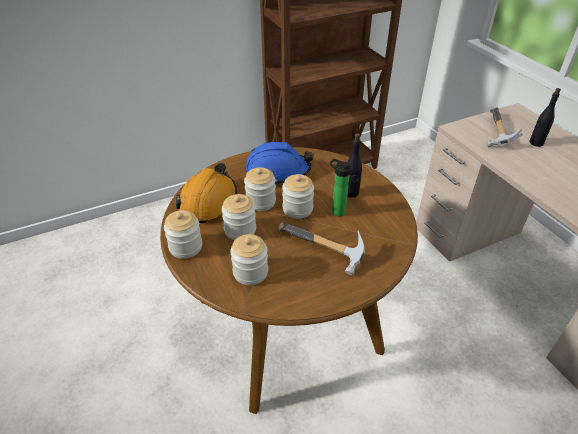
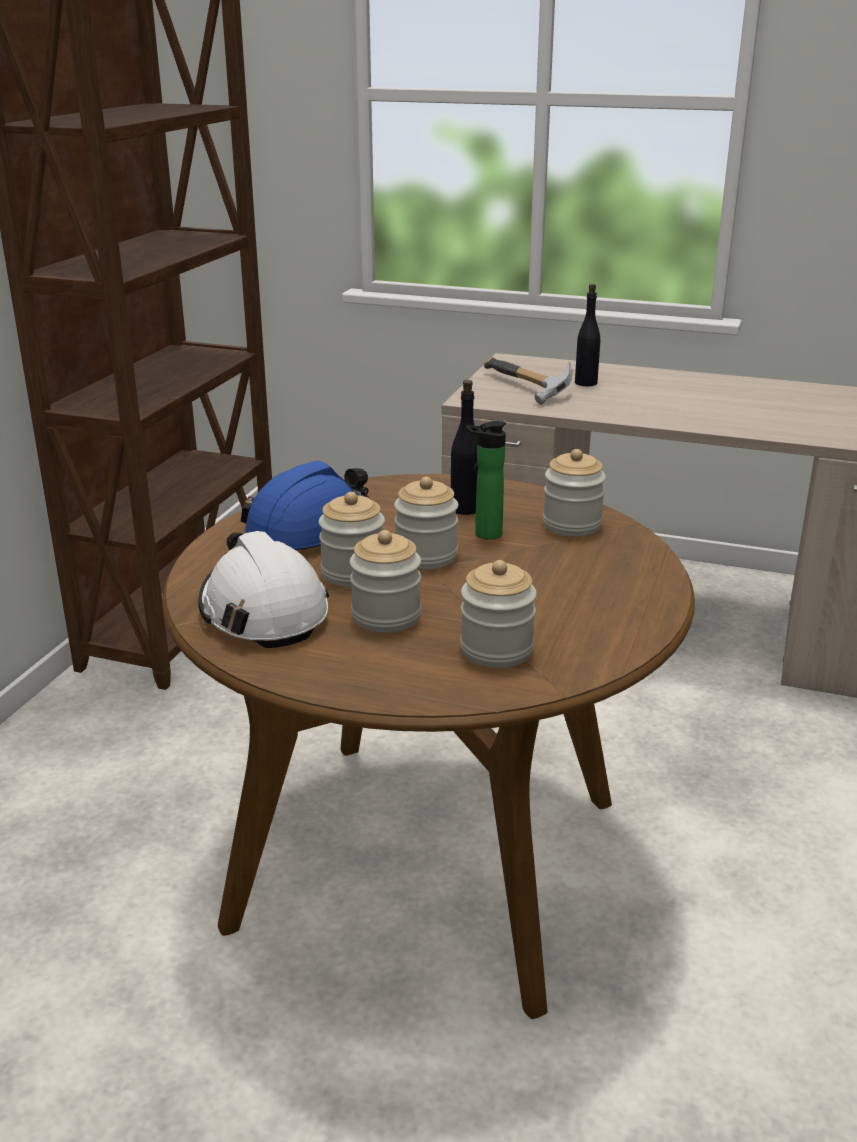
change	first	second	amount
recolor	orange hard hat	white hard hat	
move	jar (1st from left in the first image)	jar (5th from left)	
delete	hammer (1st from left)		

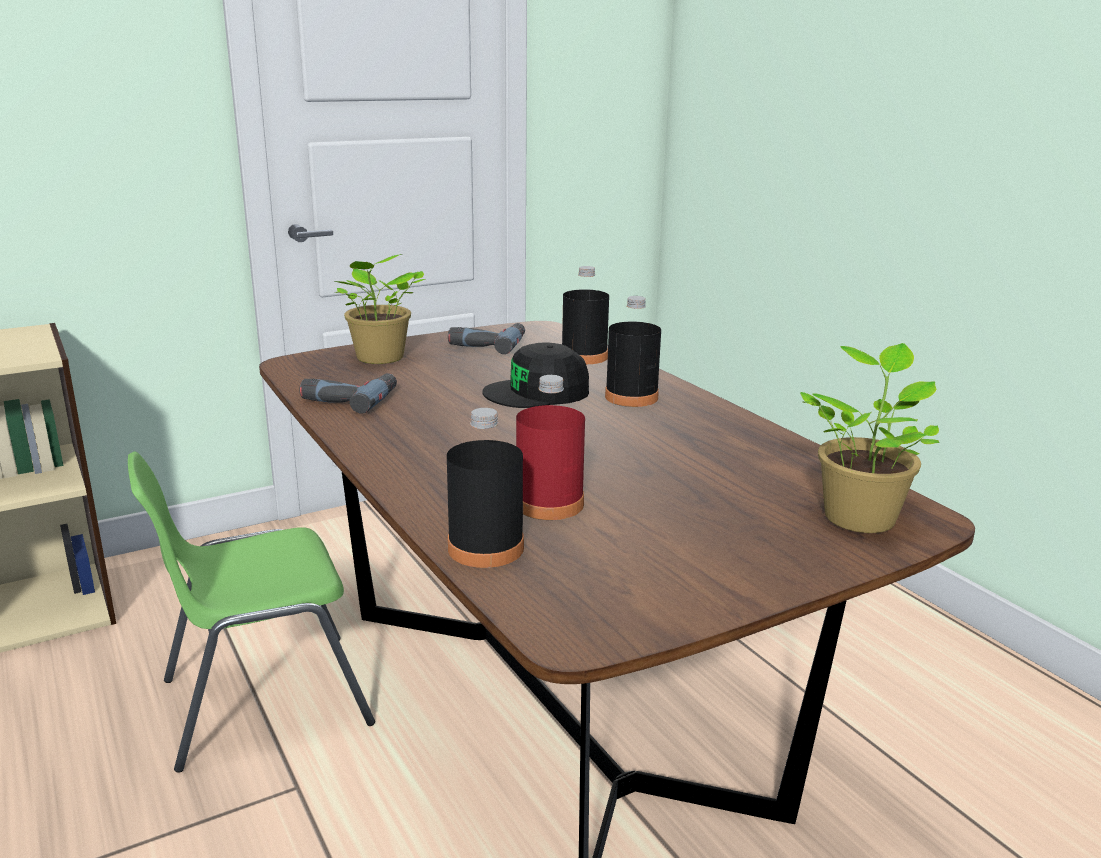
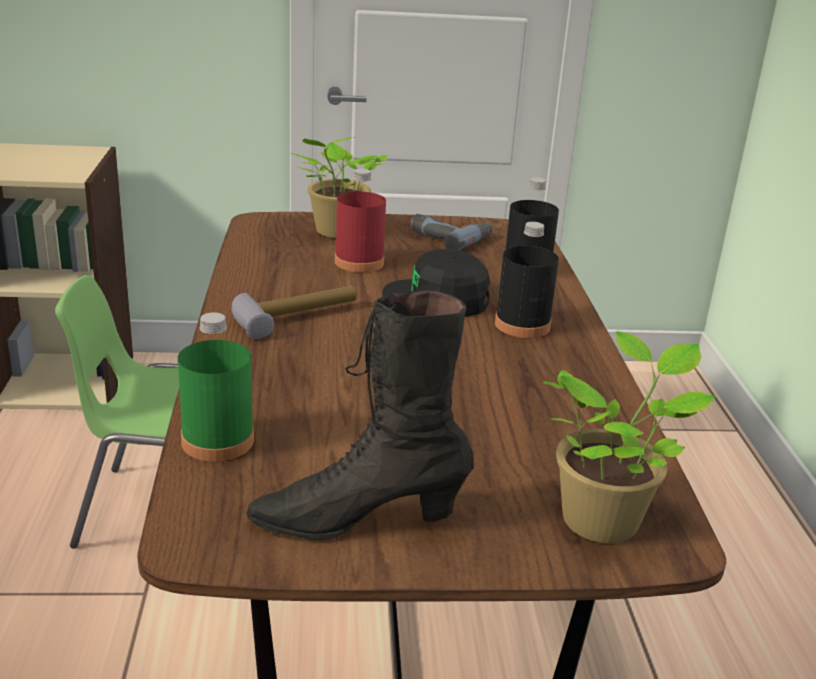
change	first	second	amount
recolor	black bottle (1st from left)	green bottle	
insert		hammer	
insert		black boot	
move	red bottle		
delete	power drill (1st from left)		

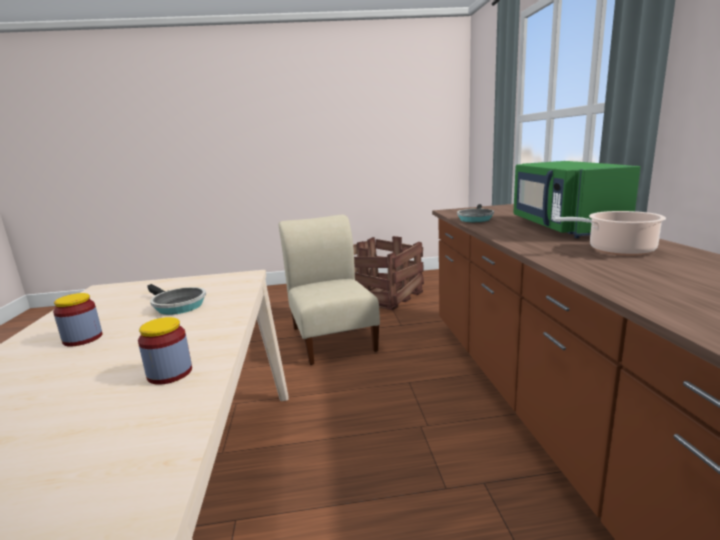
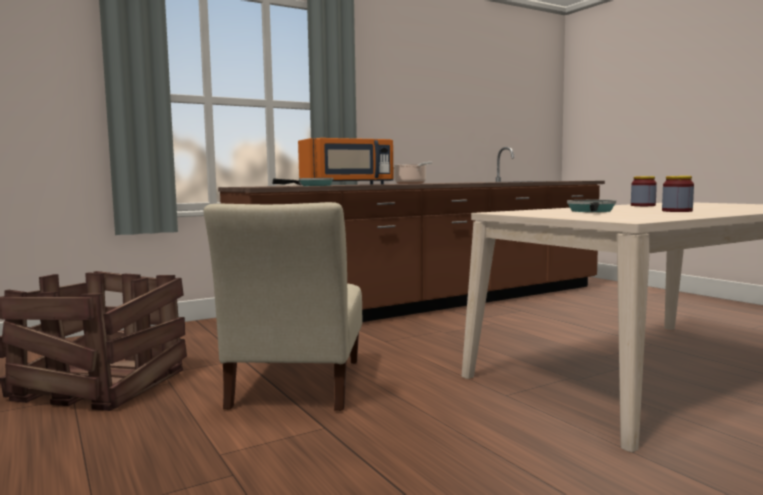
change	first	second	amount
rotate	beige chair		45 degrees counterclockwise
recolor	green microwave	orange microwave	

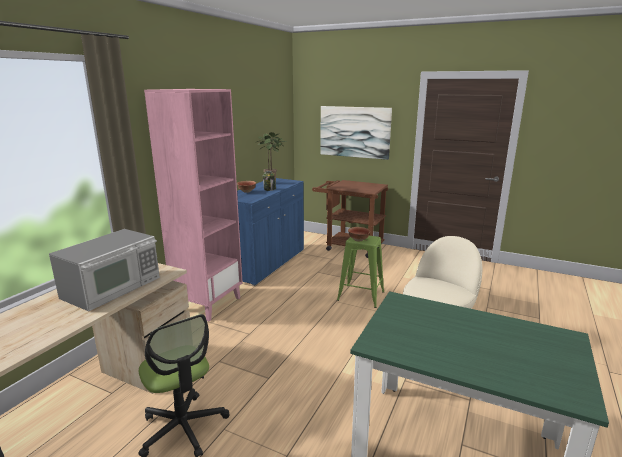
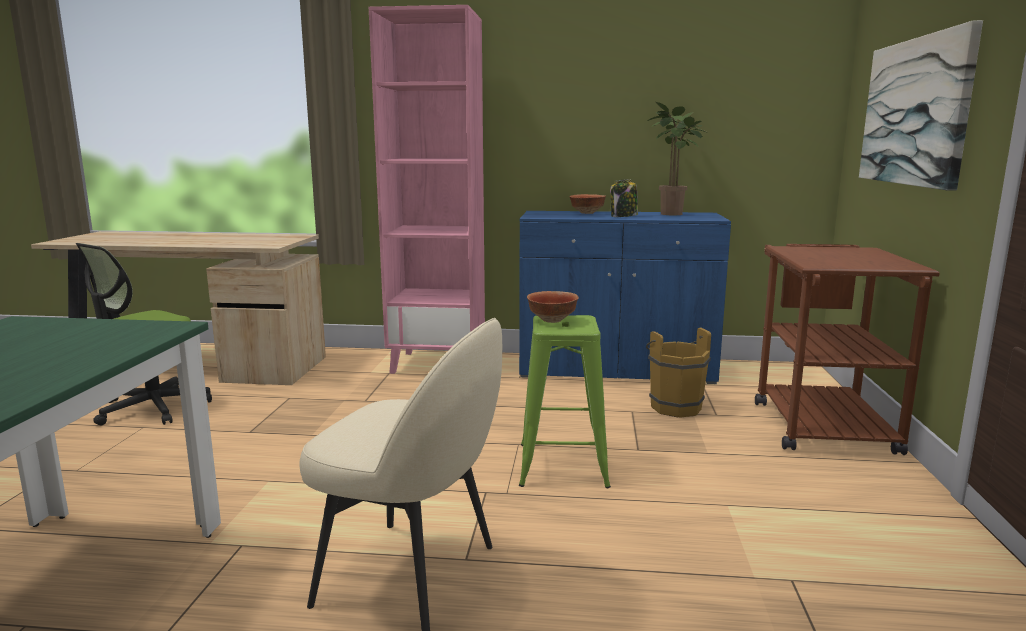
change	first	second	amount
insert		brown bucket	
delete	microwave		

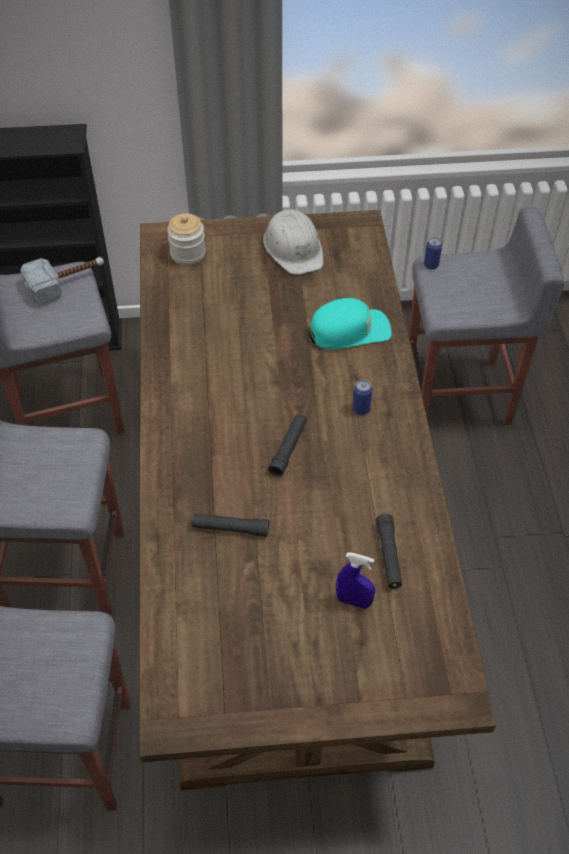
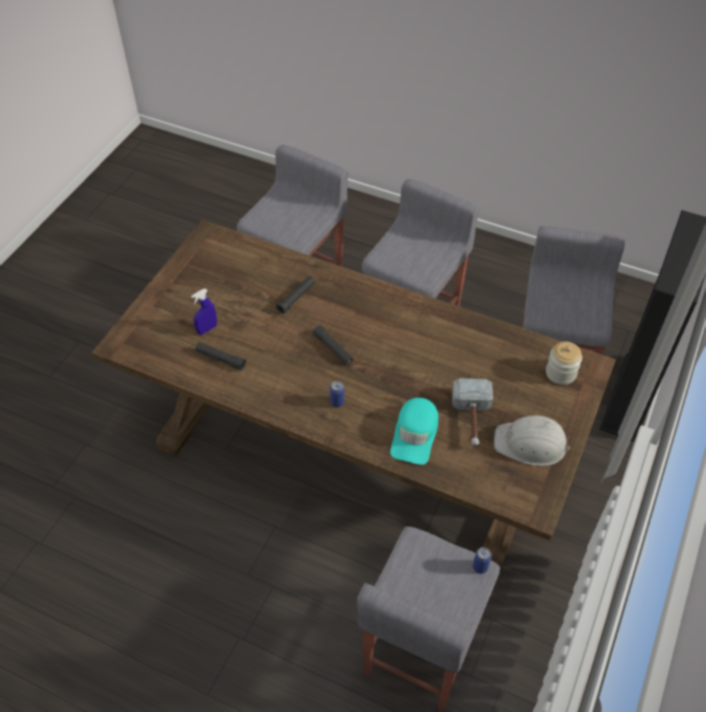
change	first	second	amount
move	hammer		

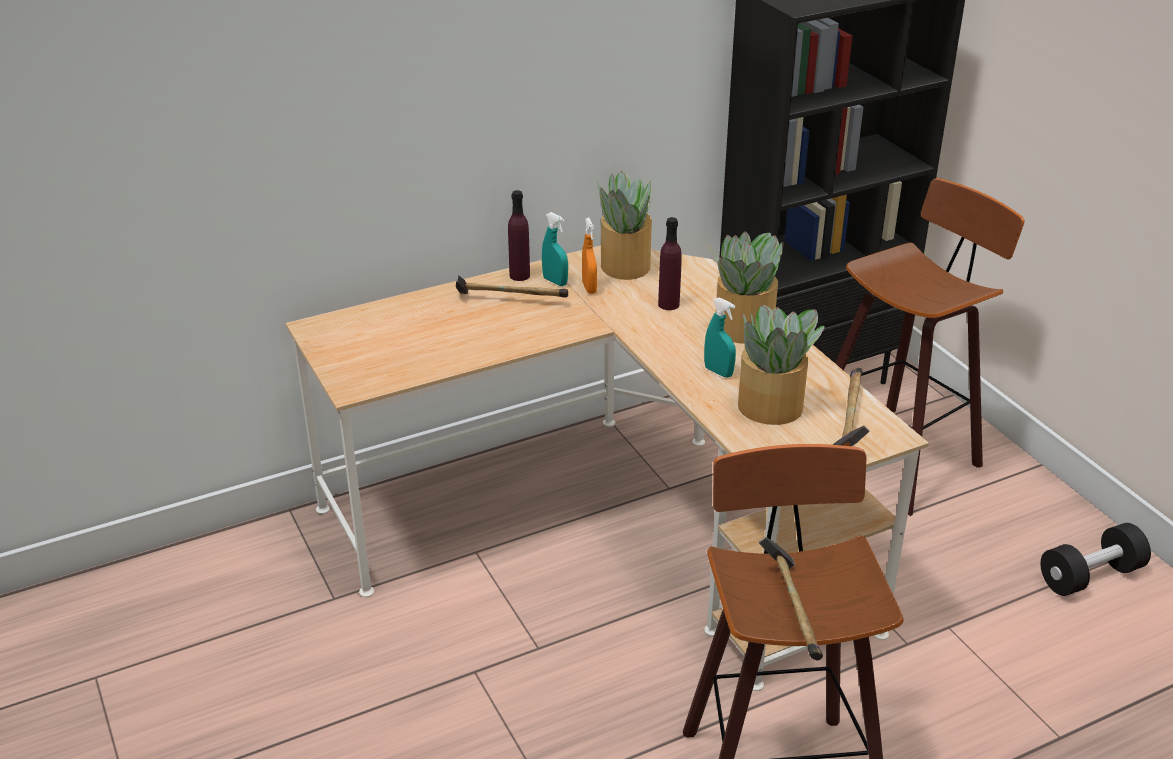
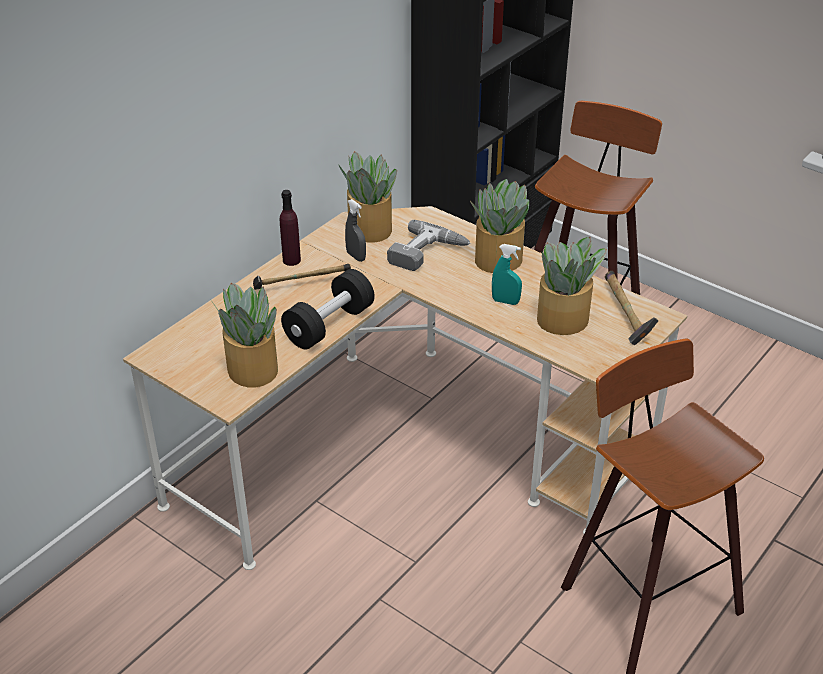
change	first	second	amount
insert		potted plant (1st from left)	
move	black dumbbell		
recolor	orange spray bottle	grey spray bottle	
replace	purple bottle (2nd from left)	power drill	
delete	turquoise spray bottle (1st from left)		
delete	hammer (2nd from left)		

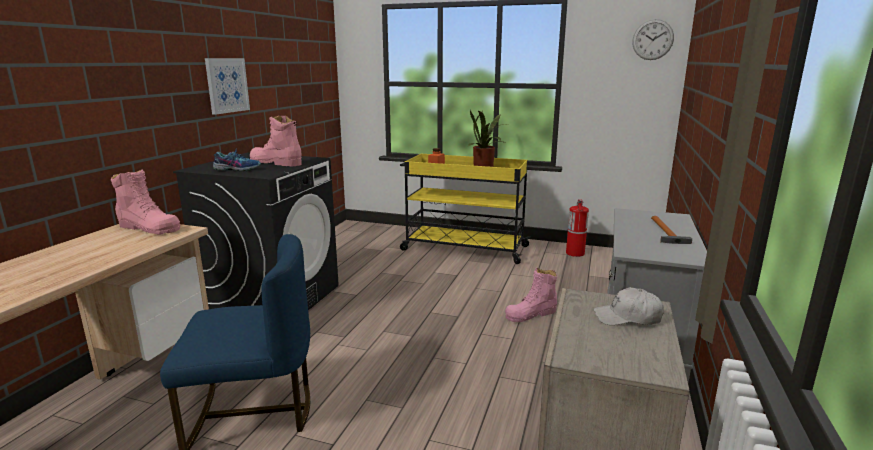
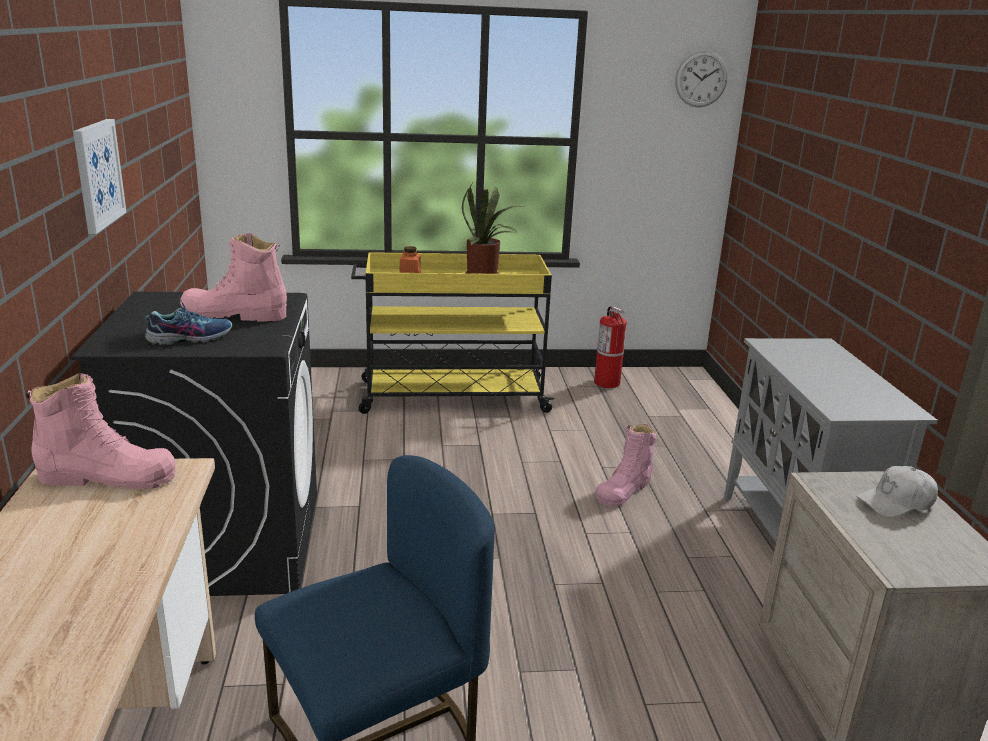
change	first	second	amount
delete	hammer		

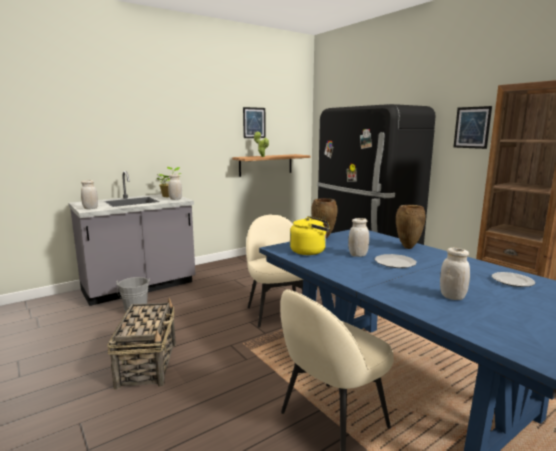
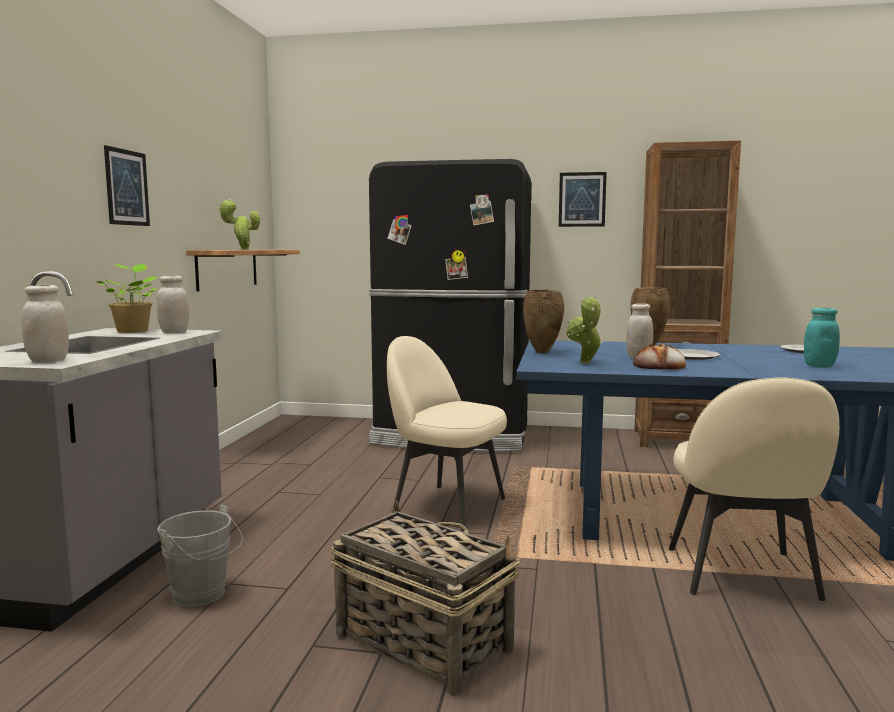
change	first	second	amount
move	picture (1st from left)		
replace	yellow kettle	potted plant (3rd from left)	
insert		bread	
recolor	white jar (4th from left)	turquoise jar	

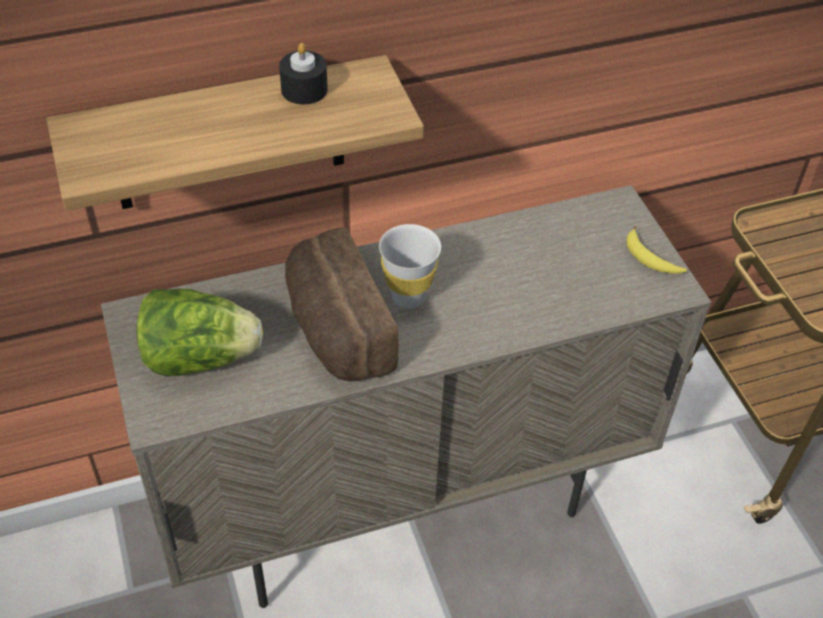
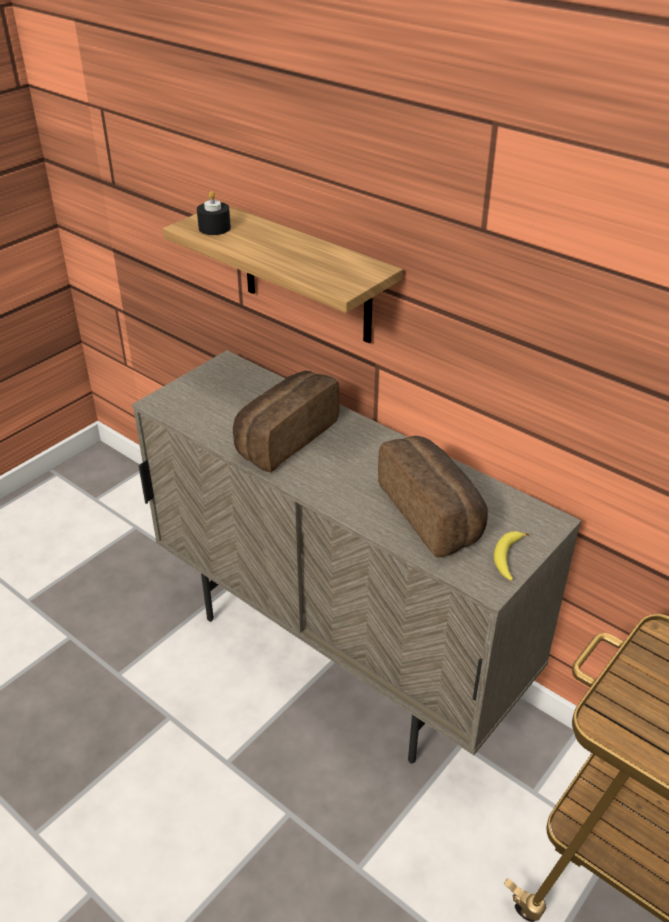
change	first	second	amount
move	black candle		
insert		bread (2nd from left)	
delete	lettuce		
delete	white cup		

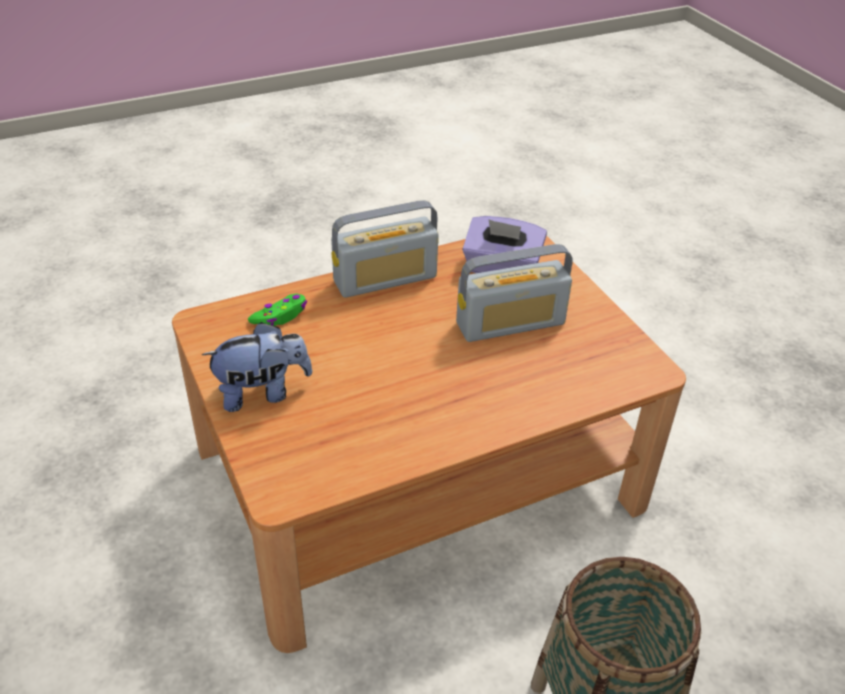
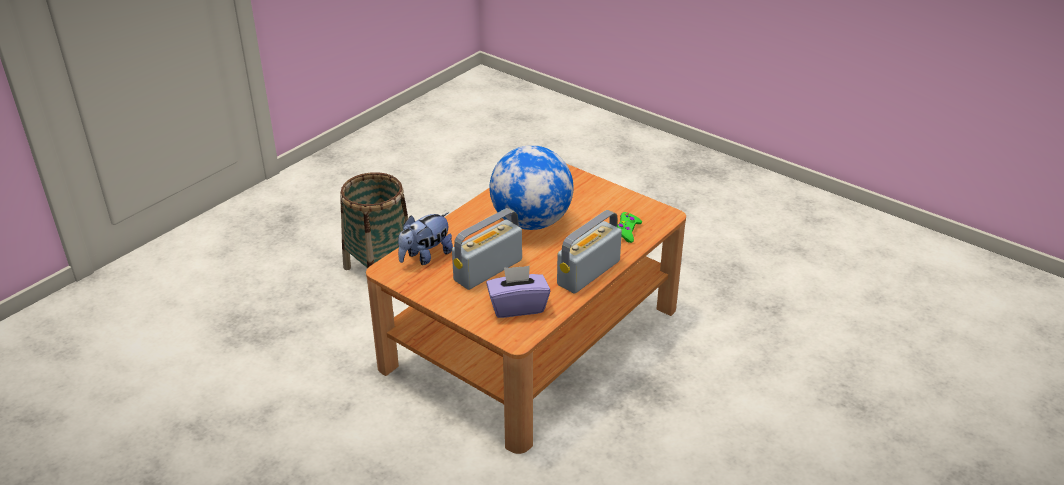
change	first	second	amount
move	plush toy		
insert		globe	

